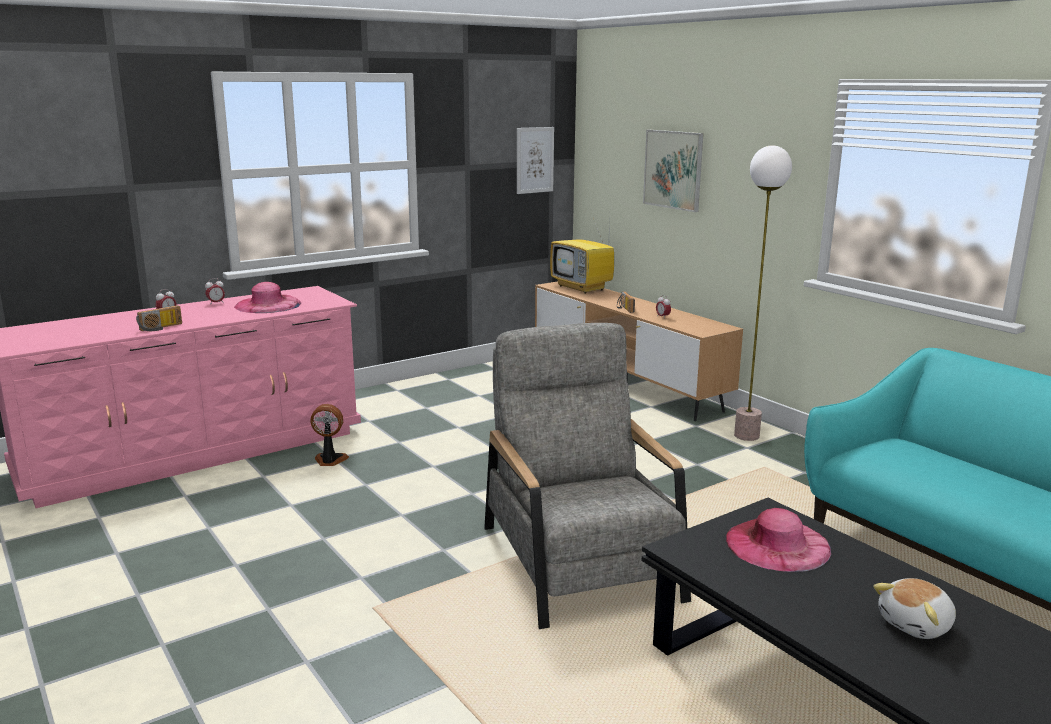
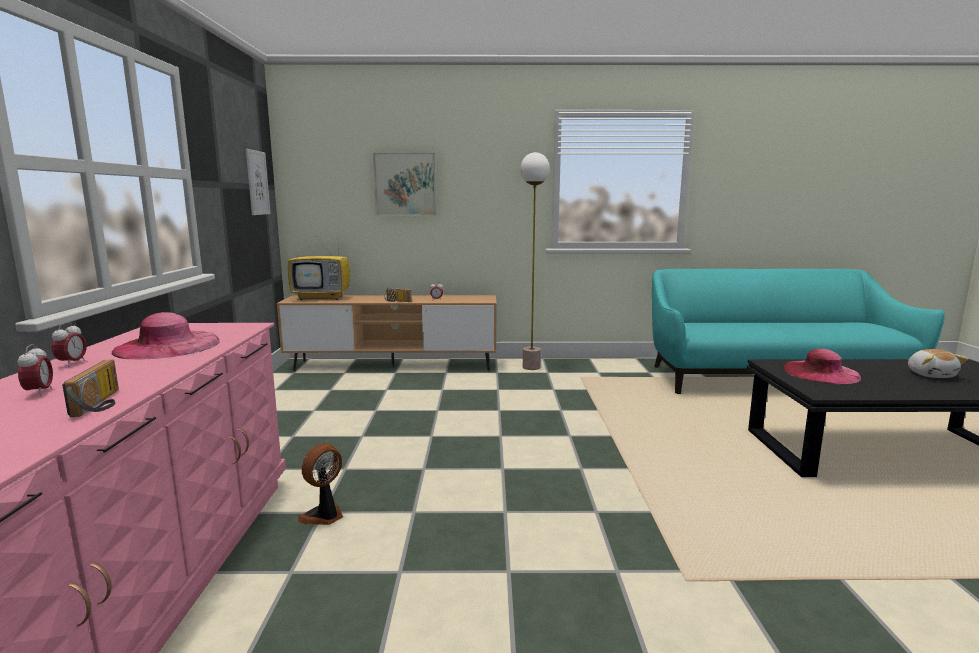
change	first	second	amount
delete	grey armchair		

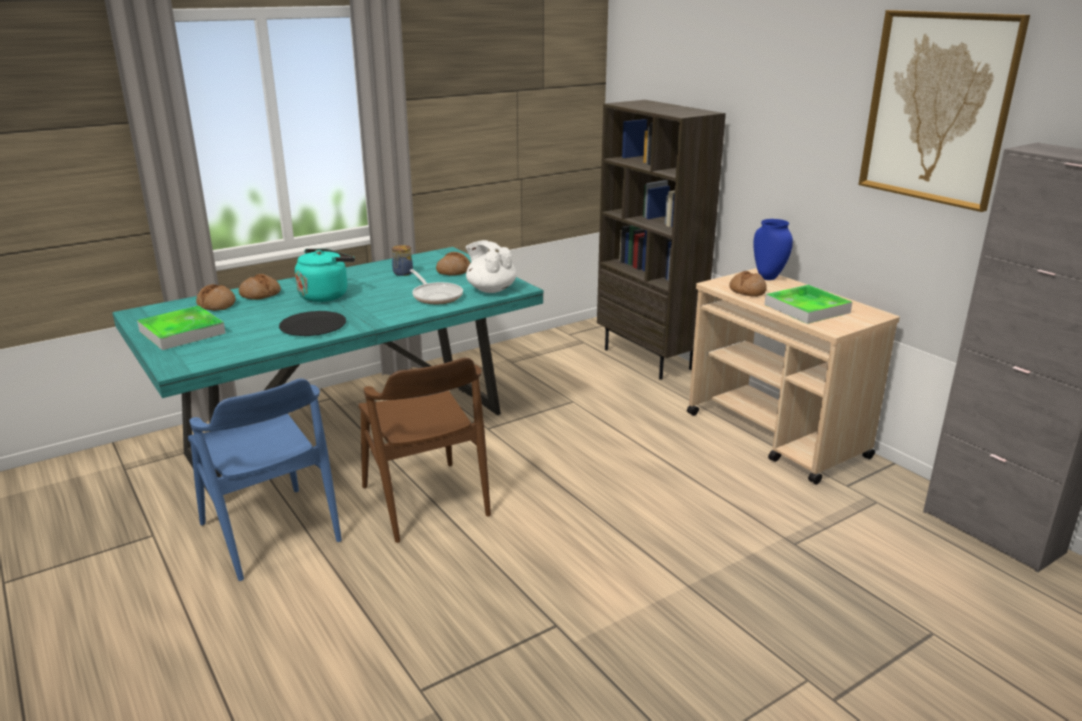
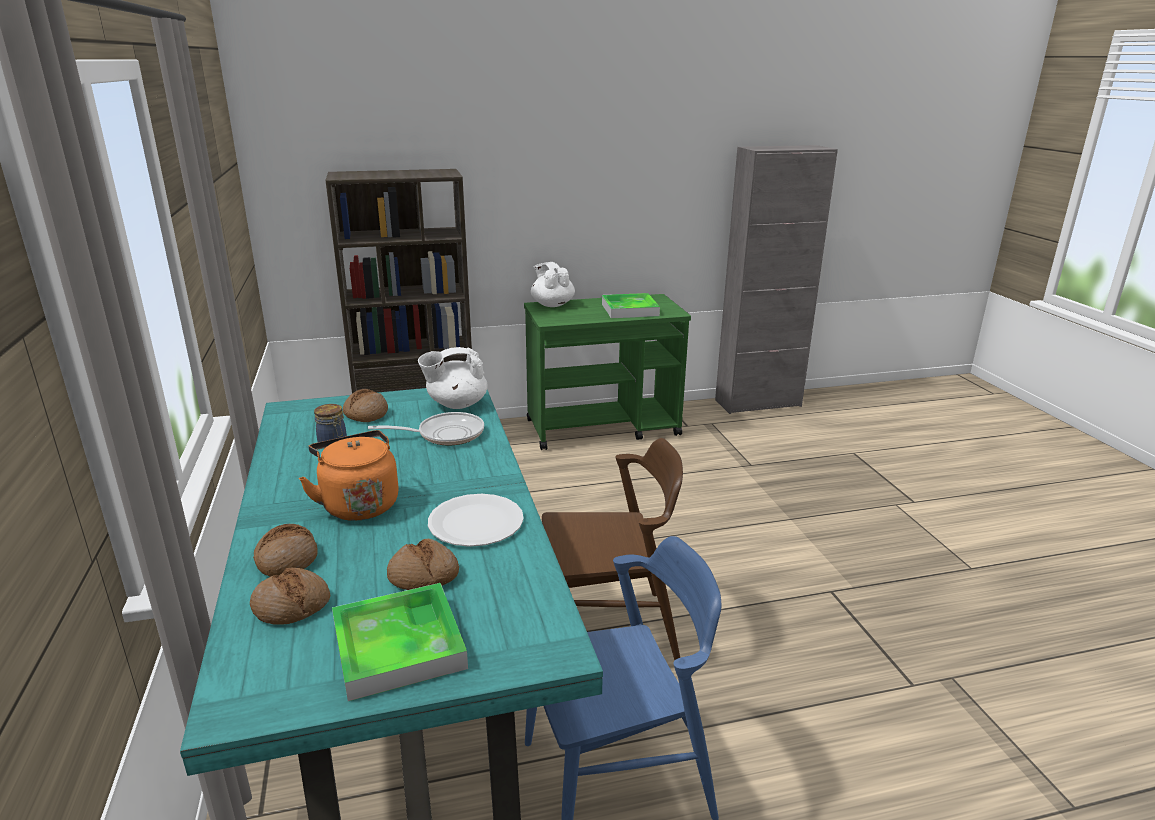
change	first	second	amount
recolor	turquoise kettle	orange kettle	
move	bread (4th from left)		
recolor	black plate	white plate	
recolor	beige cart	green cart	
replace	blue vase	white teapot (2nd from left)	
delete	picture		

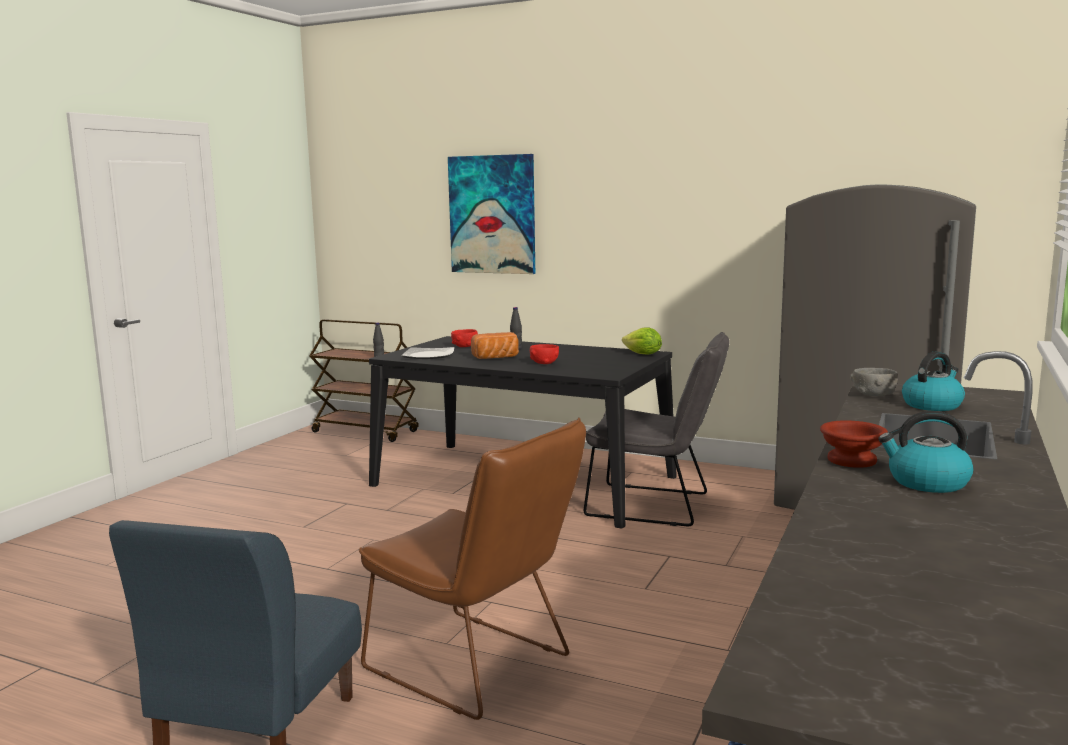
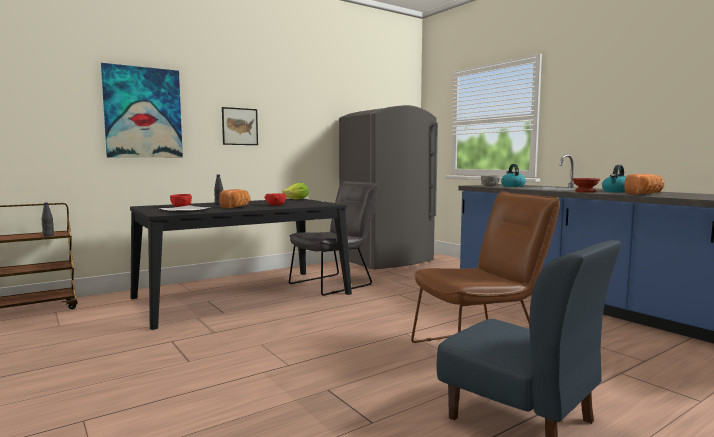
change	first	second	amount
insert		picture (2nd from left)	
insert		bread (2nd from left)	

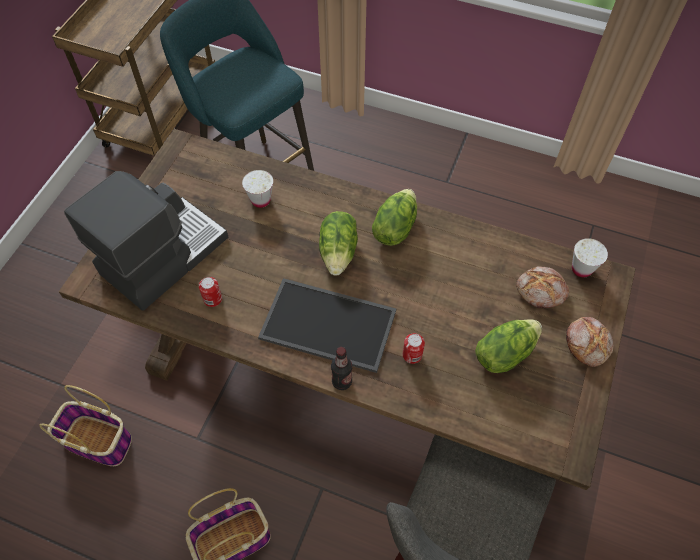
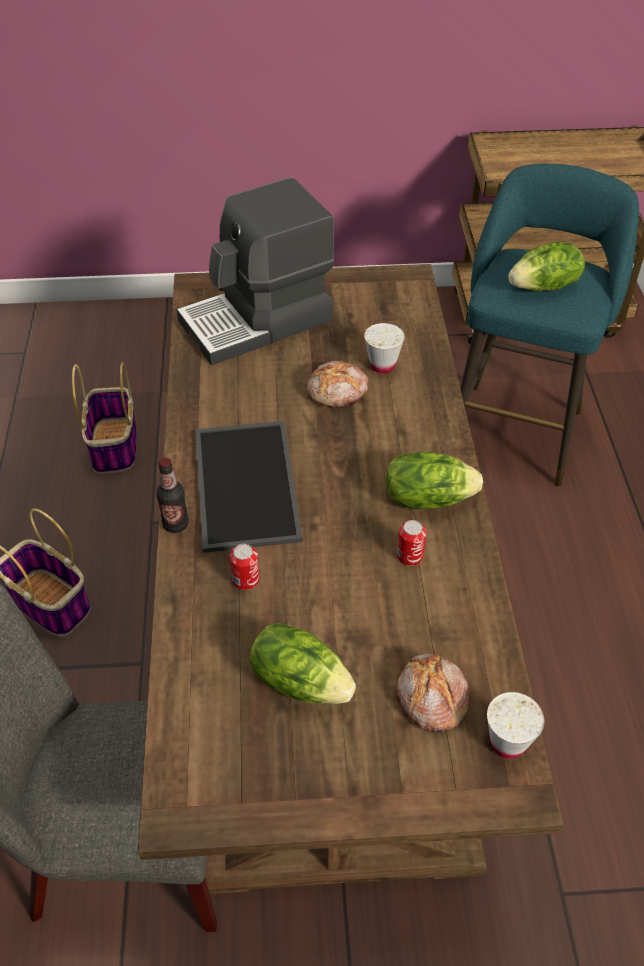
change	first	second	amount
rotate	coffee machine		135 degrees clockwise
move	bread (2nd from left in the first image)	bread (1st from left)	
move	can (1st from left in the first image)	can (2nd from left)	
move	lettuce (1st from left in the first image)	lettuce (3rd from left)	

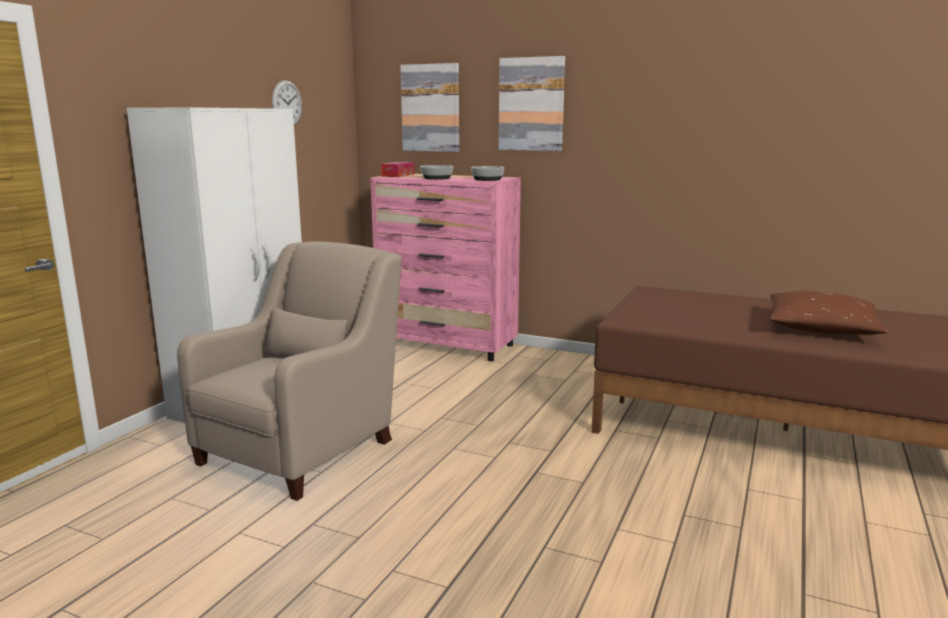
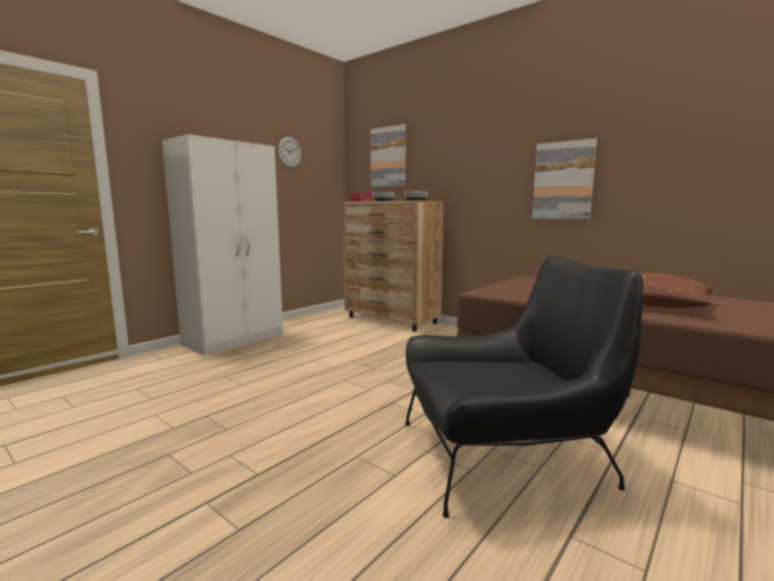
change	first	second	amount
recolor	pink dresser	brown dresser	
insert		black armchair	
move	picture (2nd from left)		
delete	beige armchair		

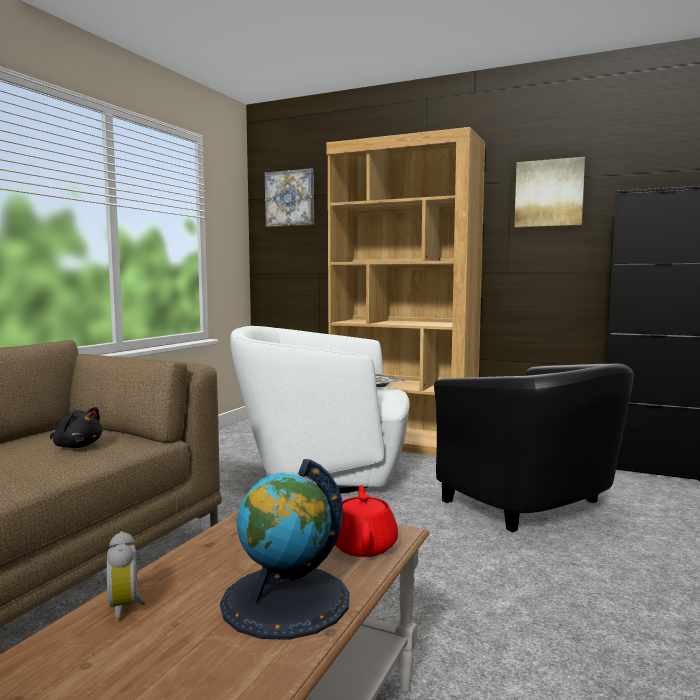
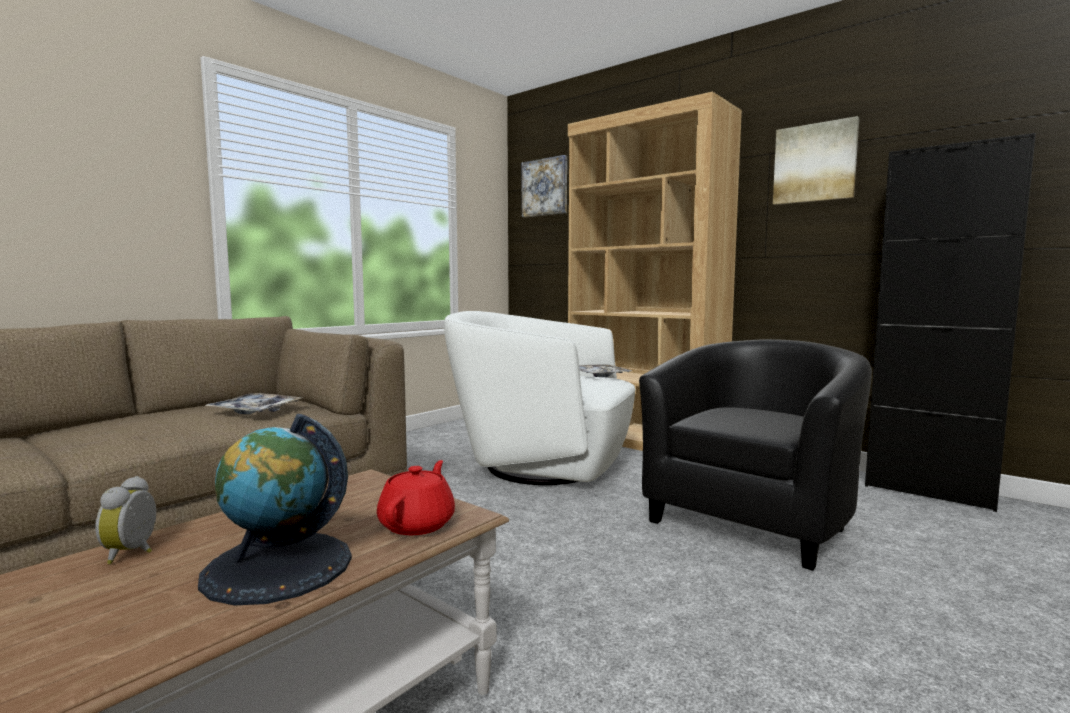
change	first	second	amount
replace	black plush toy	tray (1st from left)	
rotate	black armchair		120 degrees counterclockwise

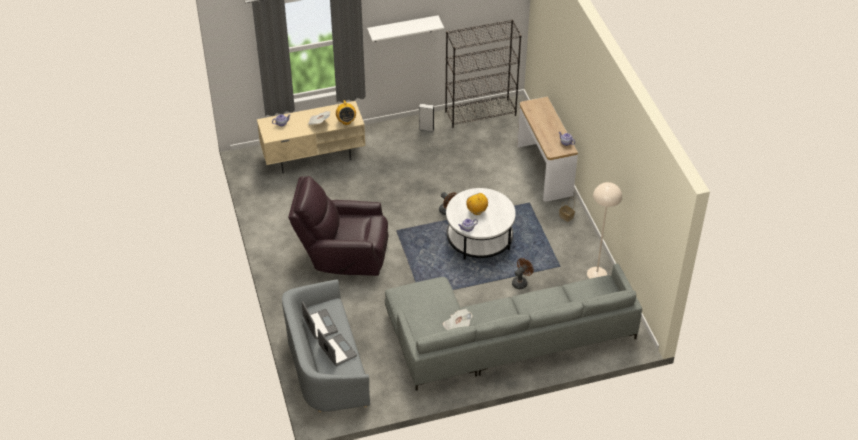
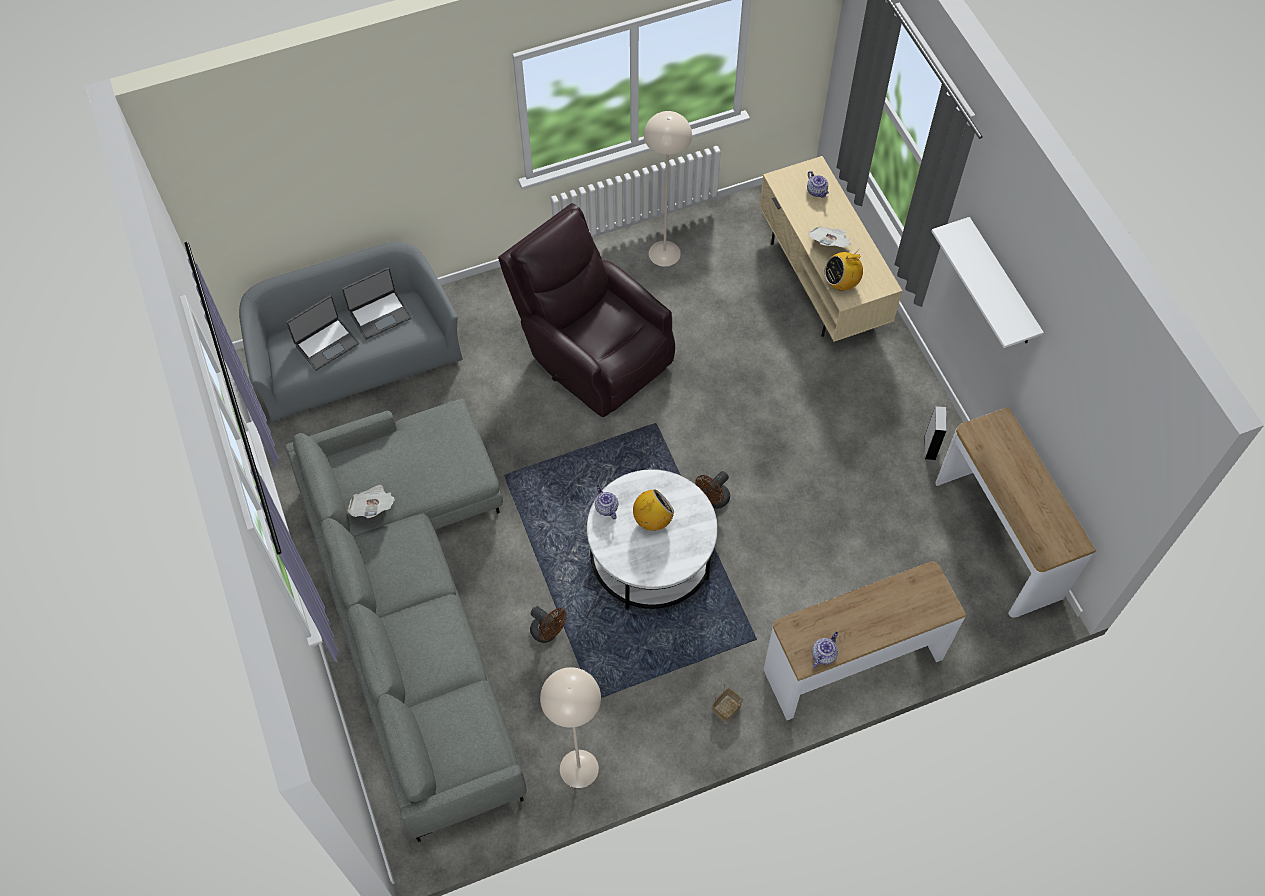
change	first	second	amount
rotate	brown armchair		45 degrees counterclockwise
insert		beige floor lamp (2nd from left)	
replace	black bookcase	console table (2nd from left)	

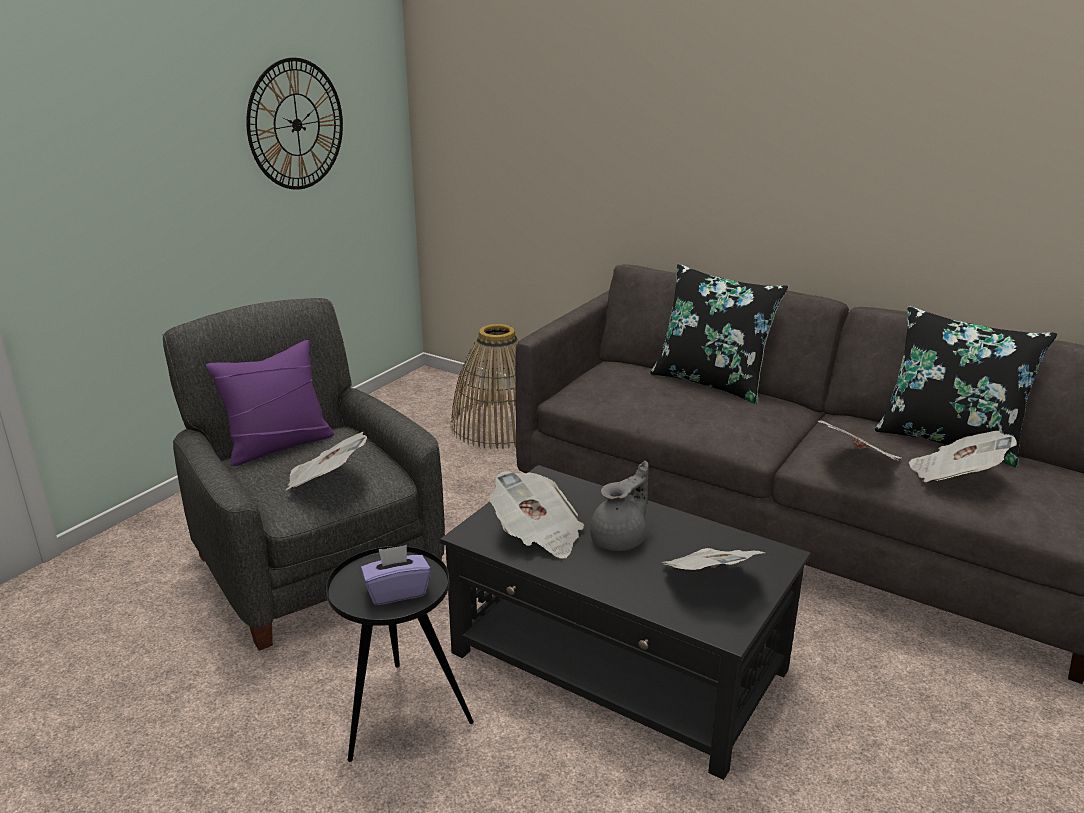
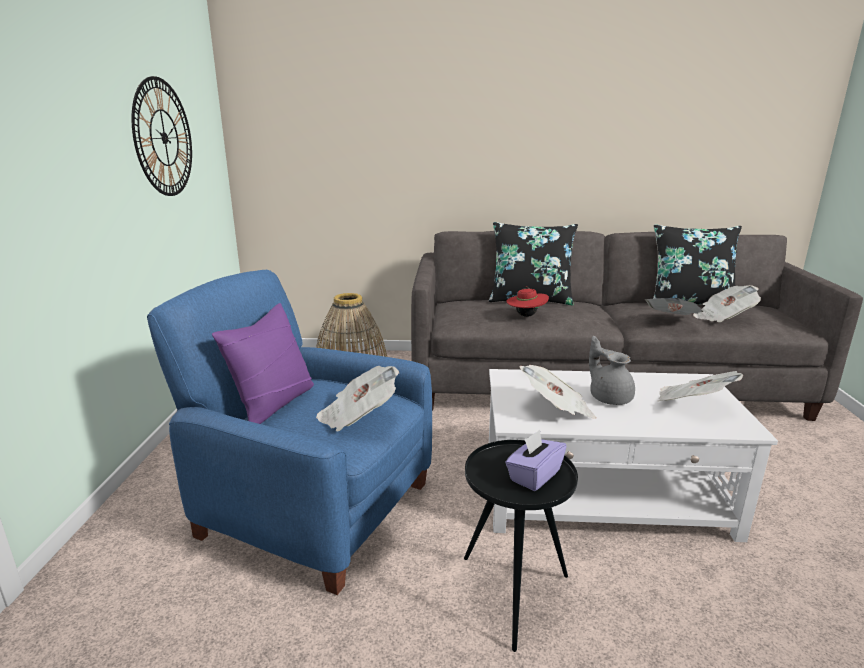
change	first	second	amount
recolor	grey armchair	blue armchair	
recolor	black coffee table	white coffee table	
insert		red hat	
rotate	grey teapot		45 degrees counterclockwise

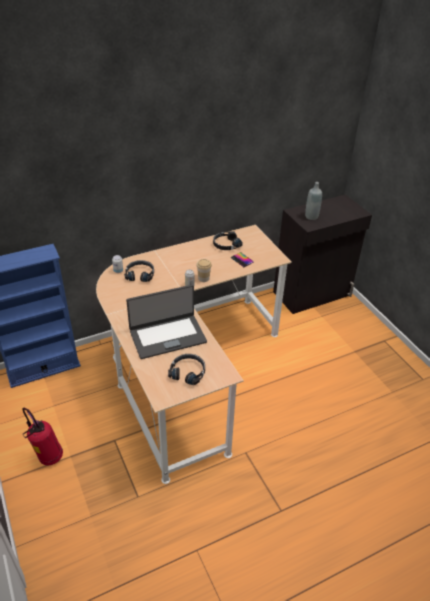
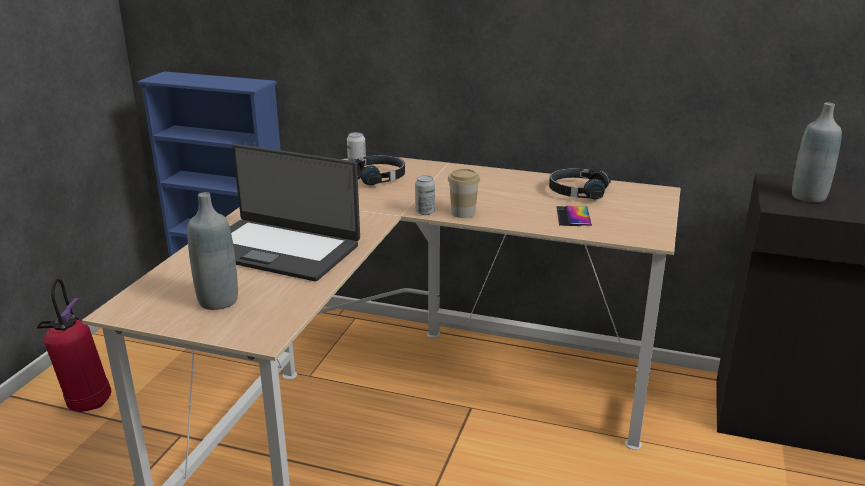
change	first	second	amount
replace	black headphones (2nd from left)	grey bottle (1st from left)	

